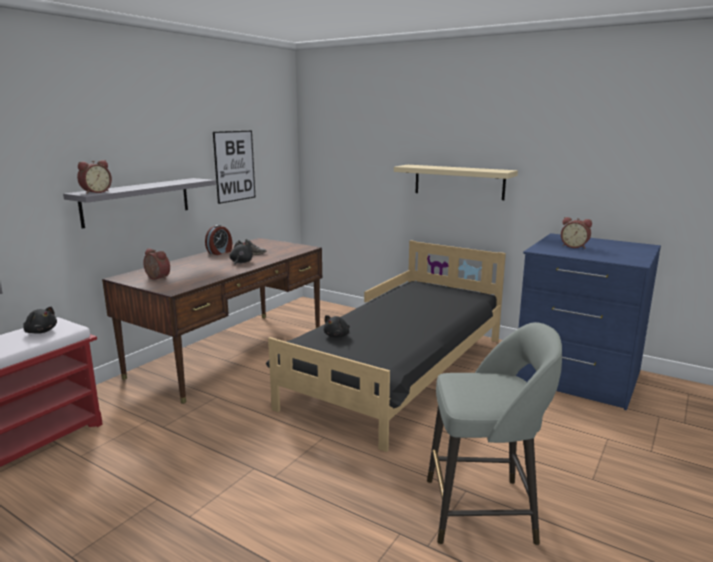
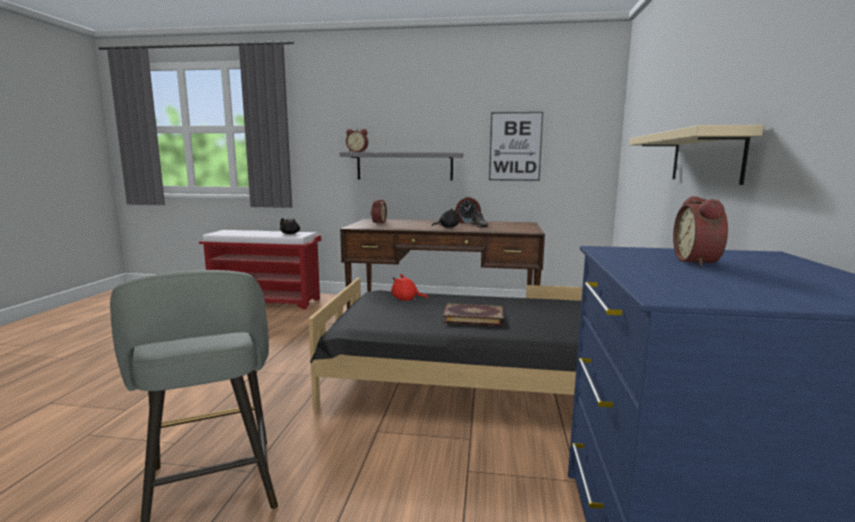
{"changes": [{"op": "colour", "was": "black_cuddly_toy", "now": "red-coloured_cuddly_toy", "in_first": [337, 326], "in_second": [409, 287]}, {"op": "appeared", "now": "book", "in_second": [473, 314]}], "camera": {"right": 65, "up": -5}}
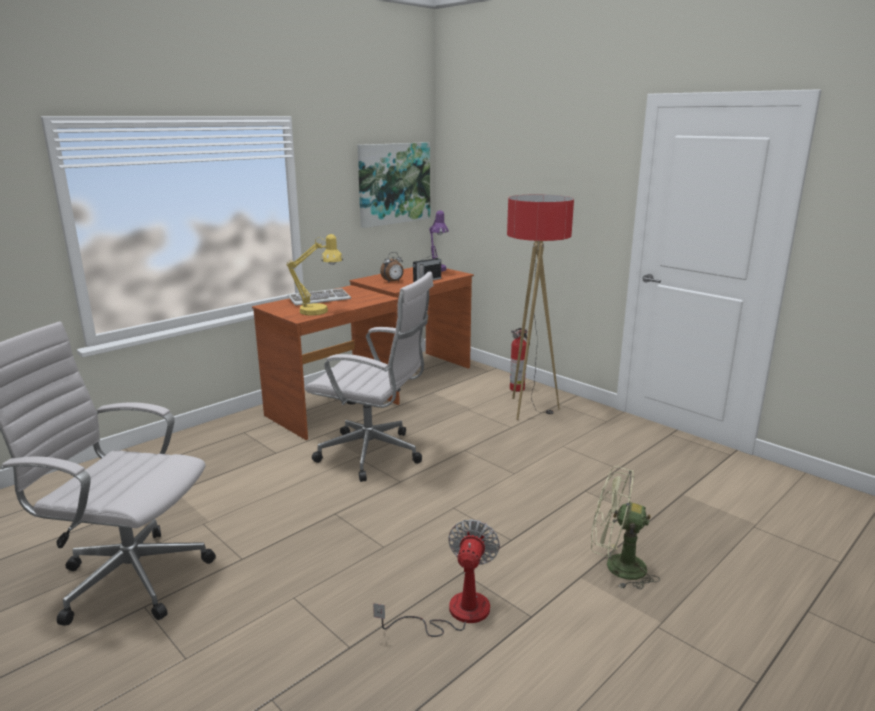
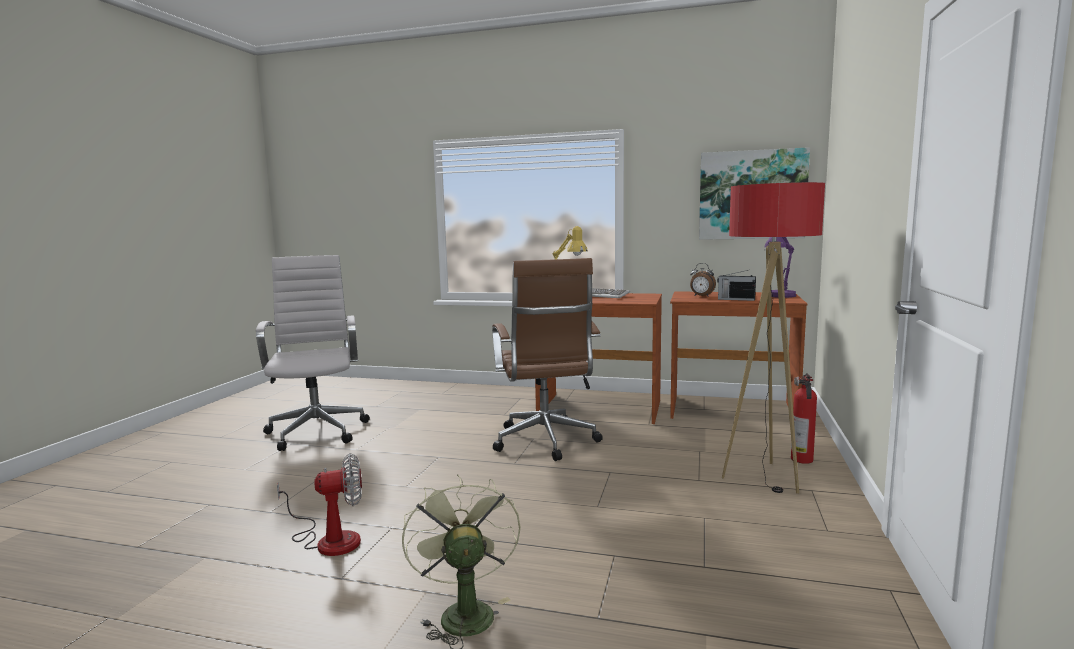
{"changes": [{"op": "colour", "was": "whitish_computer_chair", "now": "brown-coloured_computer_chair", "in_first": [369, 377], "in_second": [547, 359]}], "camera": {"right": 60, "up": -10}}
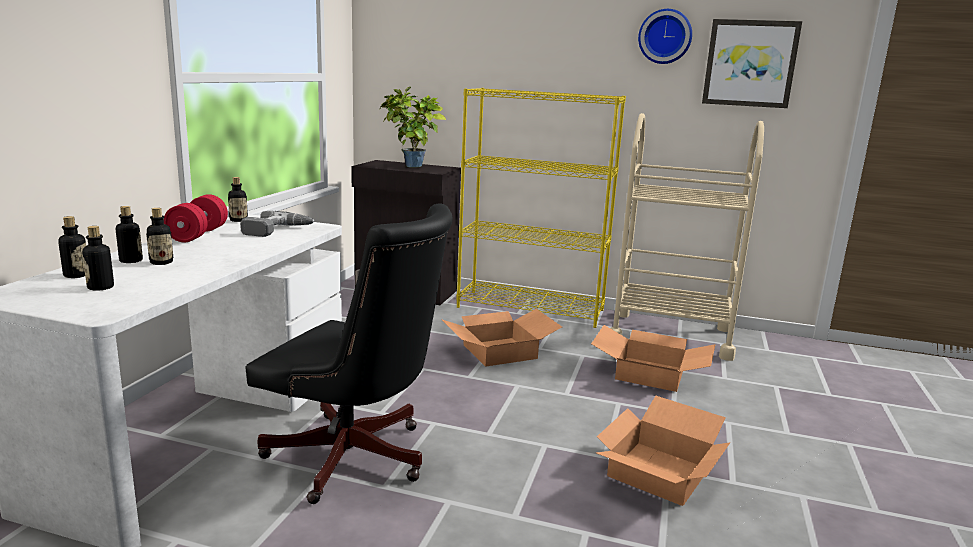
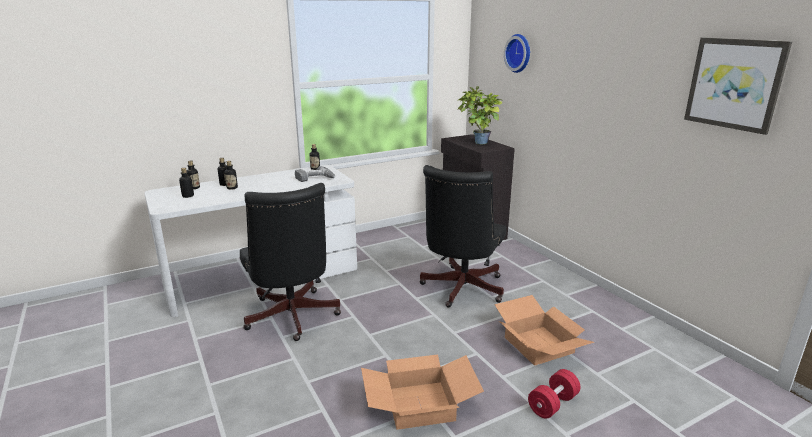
{"changes": [{"op": "relocated", "was": "clock_on_the_wall", "in_first": [665, 36], "in_second": [517, 53]}, {"op": "missing", "was": "yellow_shelving_unit", "in_first": [541, 208]}, {"op": "missing", "was": "beige_trolley", "in_first": [687, 237]}, {"op": "relocated", "was": "red-coloured_dumbbell", "in_first": [196, 218], "in_second": [554, 393]}, {"op": "exchanged", "was": "packing_box", "now": "black_computer_chair", "in_first": [501, 338], "in_second": [463, 236]}], "camera": {"right": 45, "up": 5}}
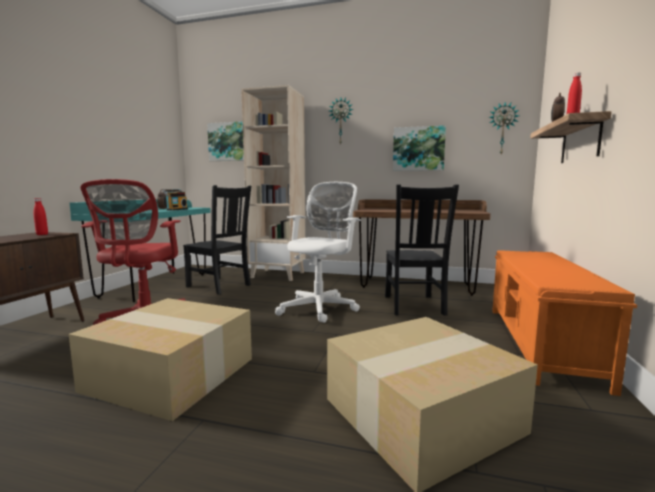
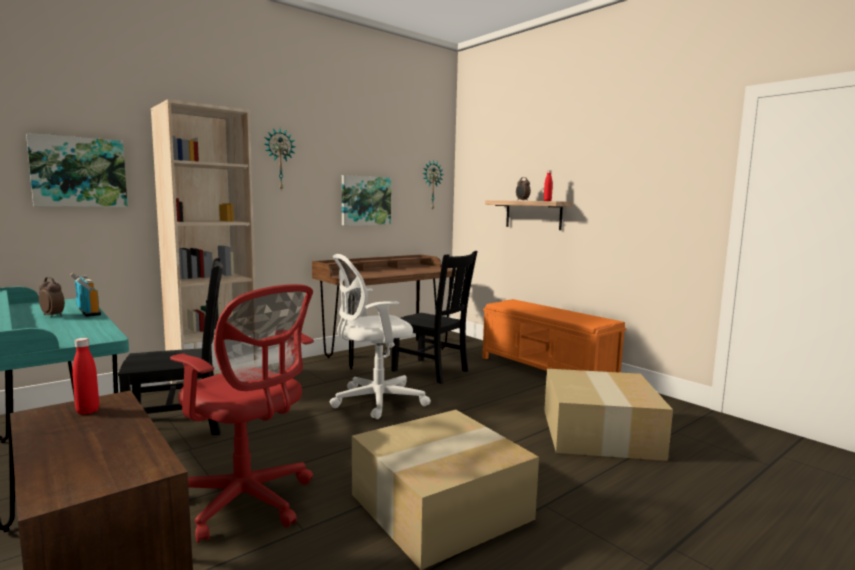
{"changes": [{"op": "spun", "was": "whitish_computer_chair", "in_first": [318, 252], "in_second": [380, 336], "clockwise": -90}], "camera": {"right": -55, "up": 0}}
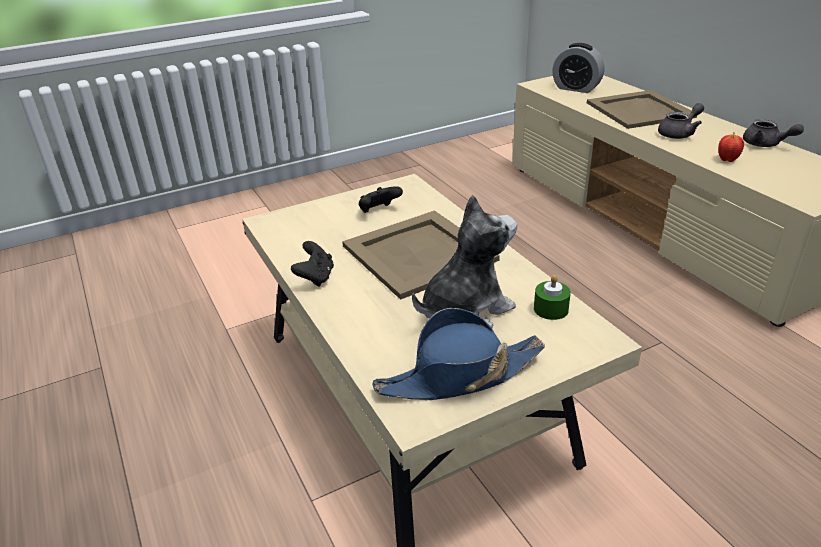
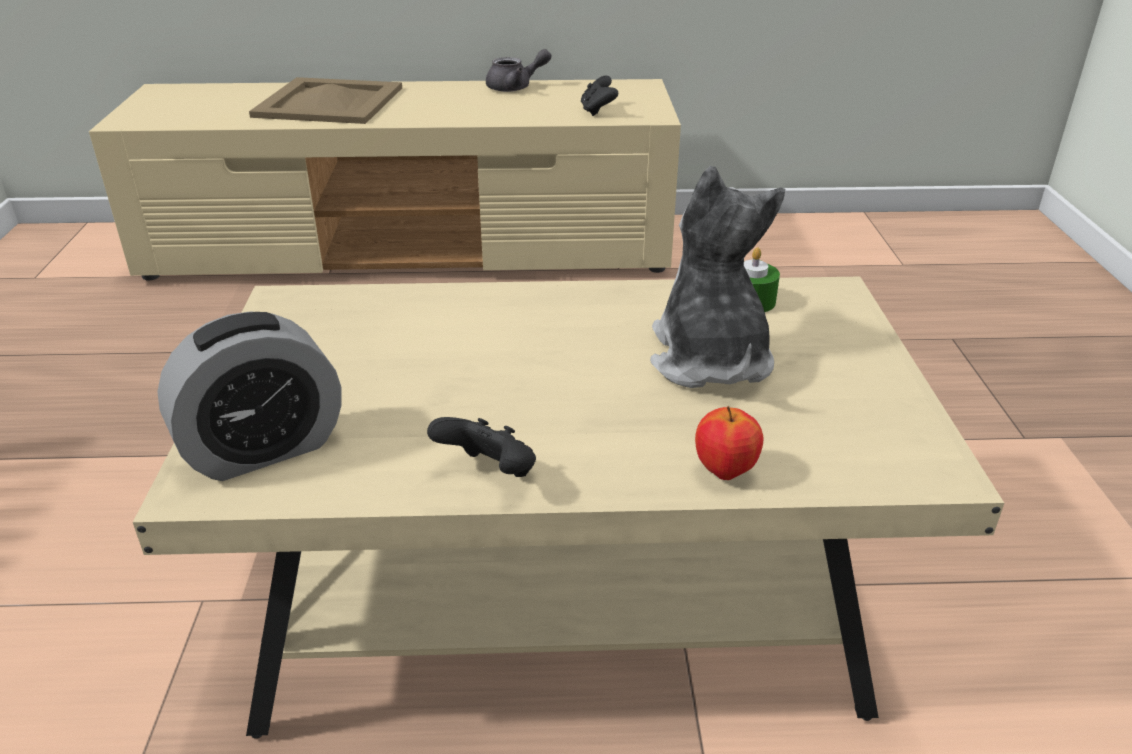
{"changes": [{"op": "relocated", "was": "alarm_clock", "in_first": [578, 68], "in_second": [249, 396]}, {"op": "missing", "was": "gray_teapot", "in_first": [681, 121]}, {"op": "relocated", "was": "whole_apple", "in_first": [731, 147], "in_second": [729, 443]}, {"op": "relocated", "was": "black_joypad", "in_first": [381, 199], "in_second": [599, 96]}, {"op": "missing", "was": "beige_tray", "in_first": [421, 255]}, {"op": "missing", "was": "blue-coloured_wearable_hat", "in_first": [458, 354]}], "camera": {"right": -65, "up": 0}}
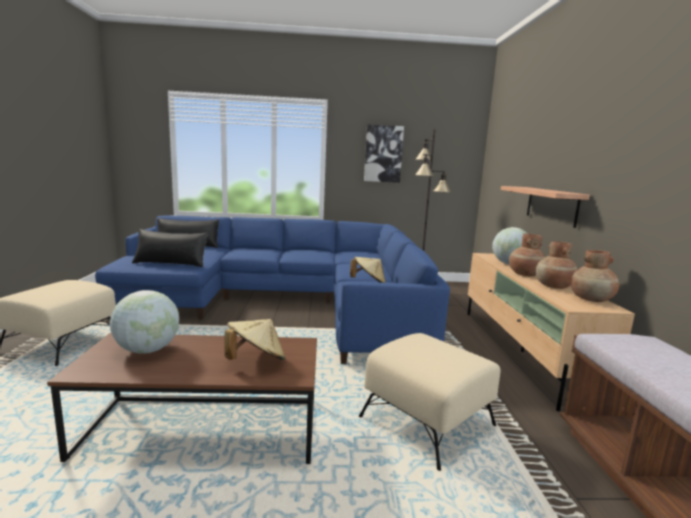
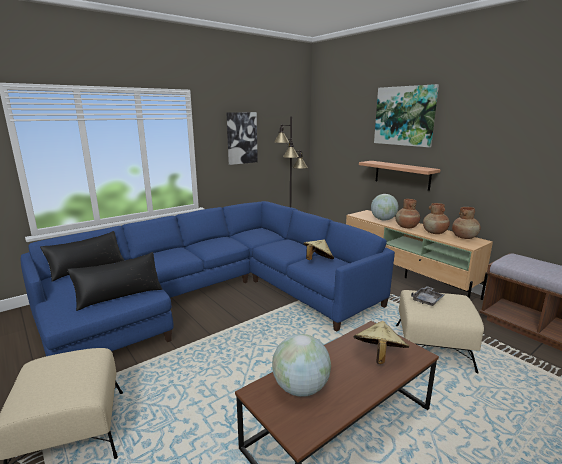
{"changes": [{"op": "appeared", "now": "wall_art", "in_second": [406, 115]}, {"op": "appeared", "now": "gray_tray", "in_second": [427, 296]}], "camera": {"right": -35, "up": 5}}
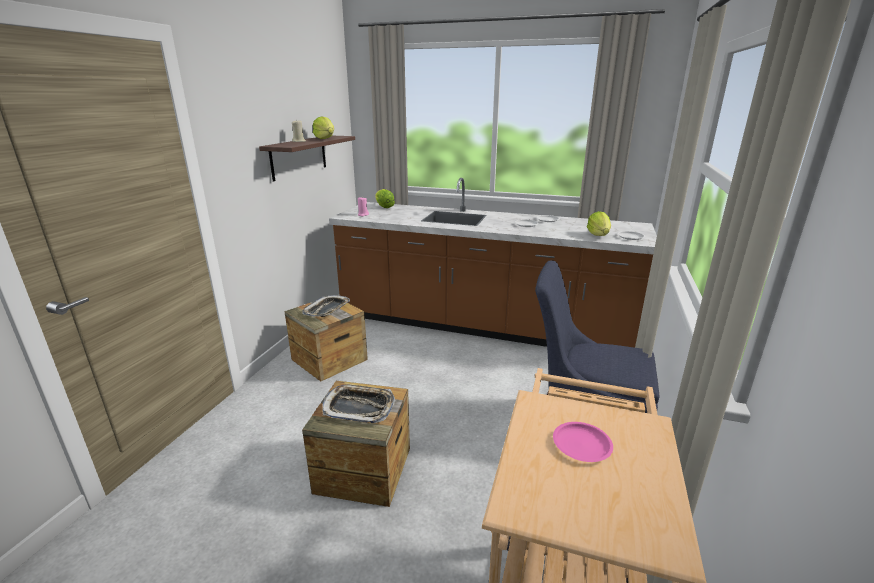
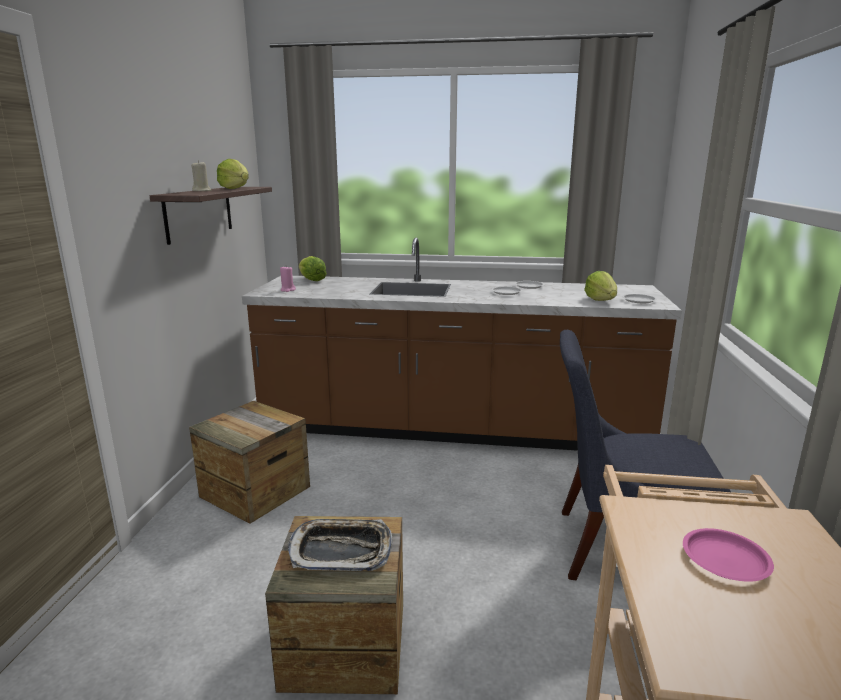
{"changes": [{"op": "missing", "was": "tray", "in_first": [326, 306]}], "camera": {"right": -10, "up": -5}}
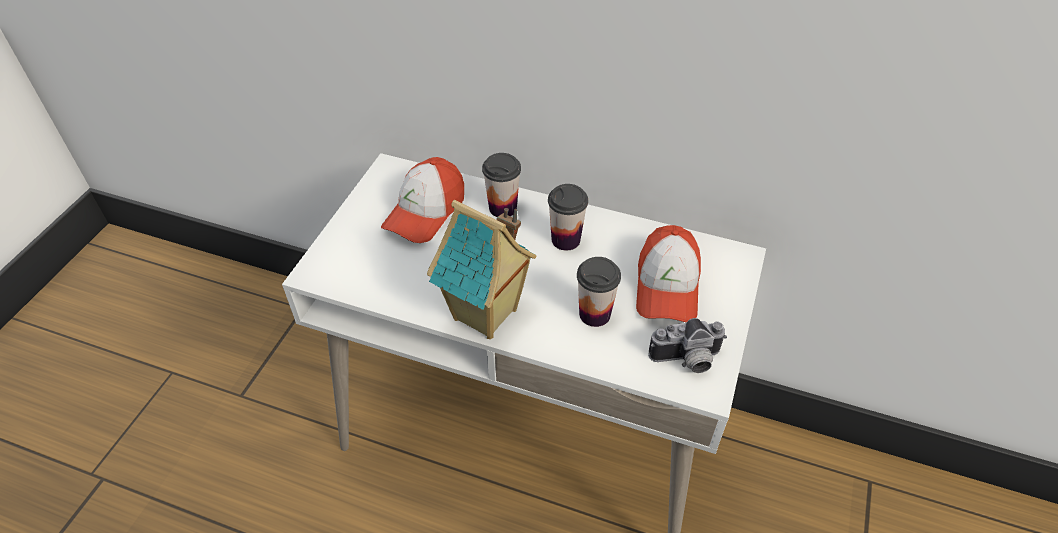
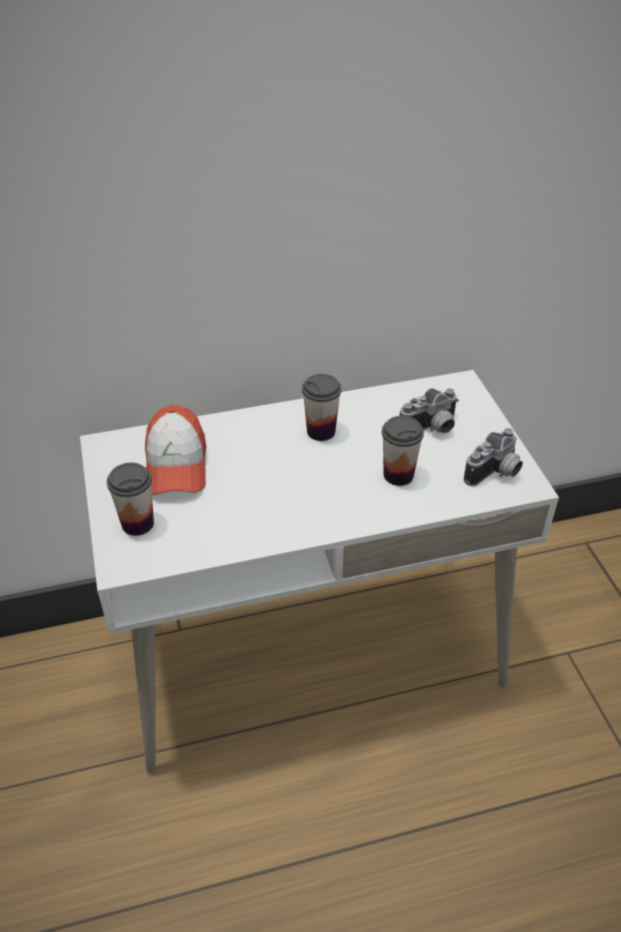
{"changes": [{"op": "relocated", "was": "small_cup", "in_first": [501, 185], "in_second": [130, 499]}, {"op": "missing", "was": "model_house", "in_first": [482, 269]}, {"op": "exchanged", "was": "peaked_cap", "now": "still_camera", "in_first": [668, 273], "in_second": [429, 410]}], "camera": {"right": -35, "up": -5}}
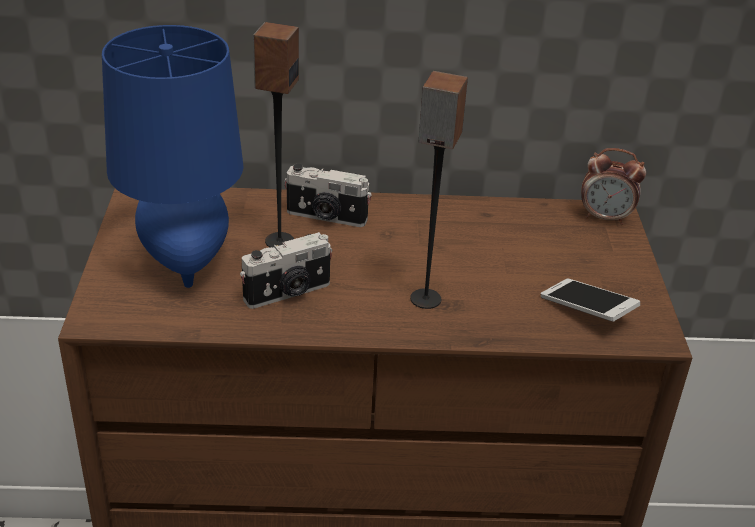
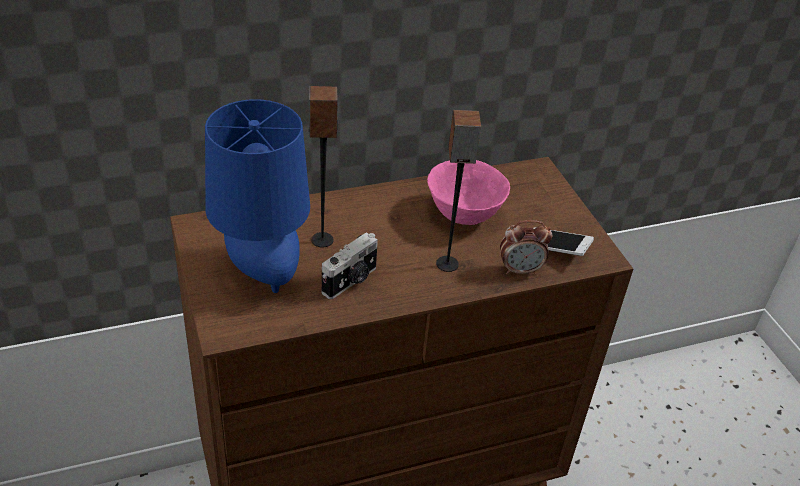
{"changes": [{"op": "relocated", "was": "alarm_clock", "in_first": [613, 186], "in_second": [526, 247]}, {"op": "missing", "was": "still_camera", "in_first": [328, 195]}, {"op": "appeared", "now": "pink_bowl", "in_second": [468, 192]}], "camera": {"right": -20, "up": 5}}
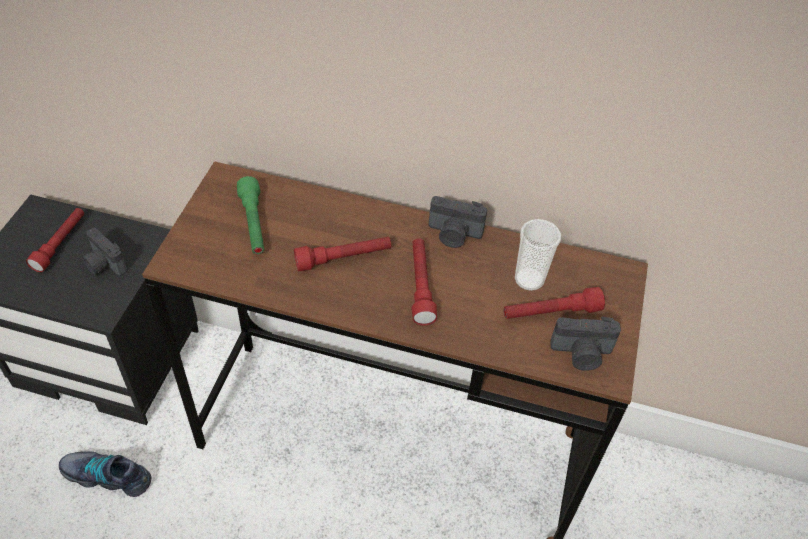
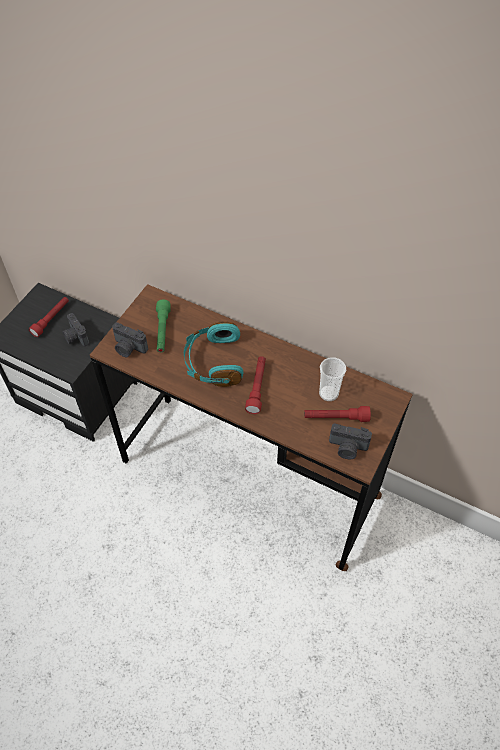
{"changes": [{"op": "relocated", "was": "still_camera", "in_first": [458, 222], "in_second": [130, 340]}, {"op": "exchanged", "was": "red-coloured_hand_torch", "now": "turquoise_pair_of_headphones", "in_first": [342, 254], "in_second": [213, 354]}, {"op": "missing", "was": "item_of_footwear", "in_first": [105, 474]}], "camera": {"right": 15, "up": 5}}
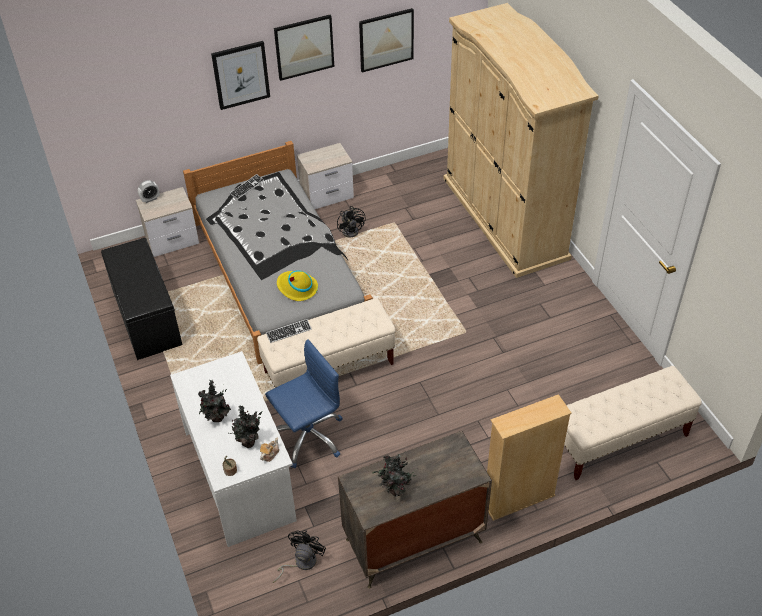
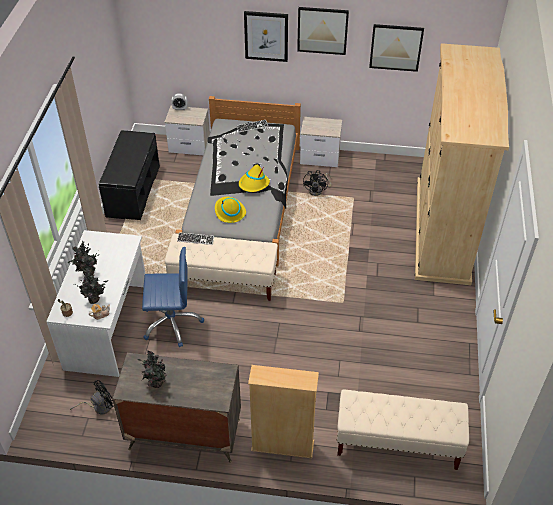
{"changes": [{"op": "appeared", "now": "yellow_wearable_hat", "in_second": [254, 178]}], "camera": {"right": 30, "up": 0}}
